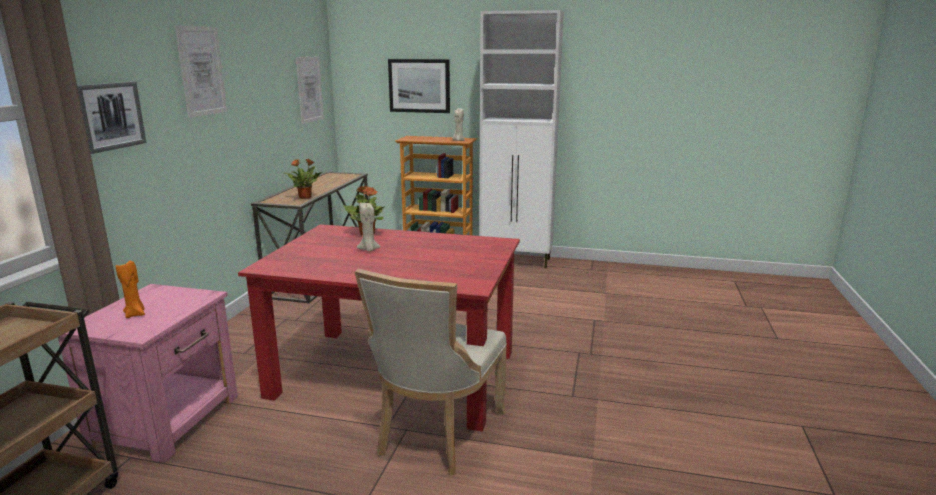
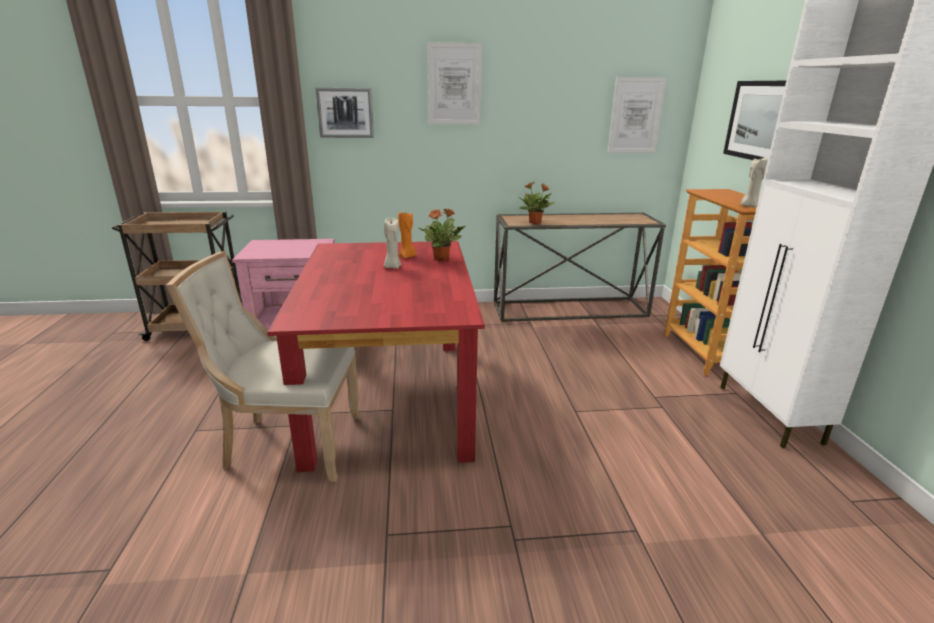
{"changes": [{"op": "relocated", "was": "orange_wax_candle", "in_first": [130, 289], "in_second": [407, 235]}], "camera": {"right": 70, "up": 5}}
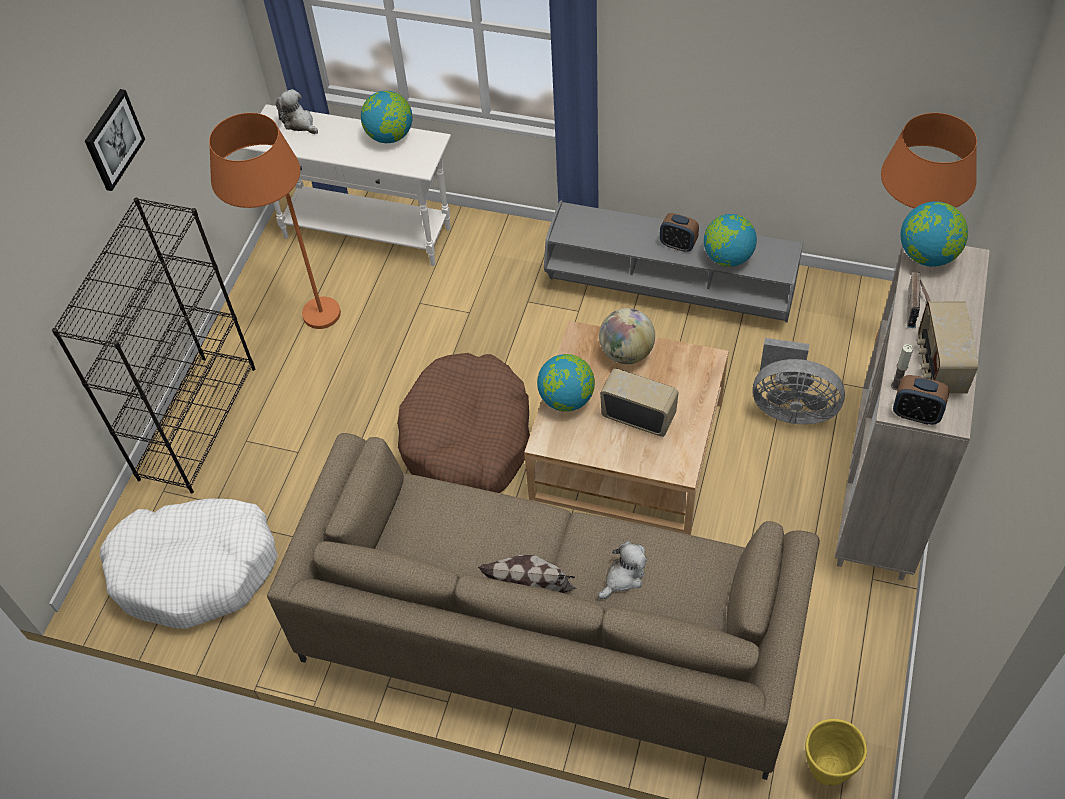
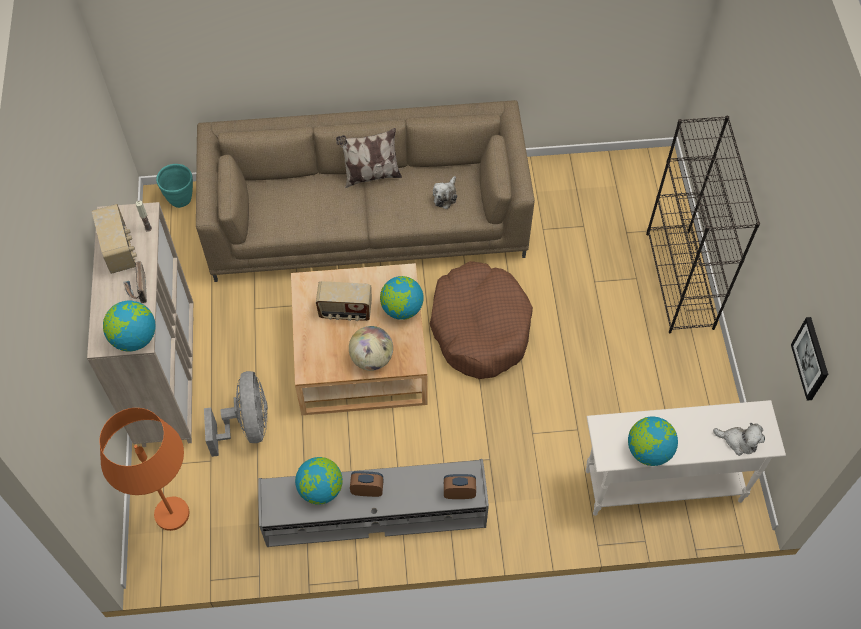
{"changes": [{"op": "relocated", "was": "wall_art", "in_first": [115, 140], "in_second": [809, 359]}, {"op": "missing", "was": "orange_standard_lamp", "in_first": [275, 221]}, {"op": "spun", "was": "gray_fan", "in_first": [799, 381], "in_second": [236, 414], "clockwise": 90}, {"op": "relocated", "was": "alarm_clock", "in_first": [921, 400], "in_second": [460, 486]}, {"op": "missing", "was": "whitish_dog_bed", "in_first": [189, 564]}, {"op": "relocated", "was": "cuddly_toy", "in_first": [622, 570], "in_second": [445, 192]}, {"op": "colour", "was": "yellow_plant_pot", "now": "turquoise_plant_pot", "in_first": [836, 752], "in_second": [174, 186]}], "camera": {"right": 155, "up": 5}}
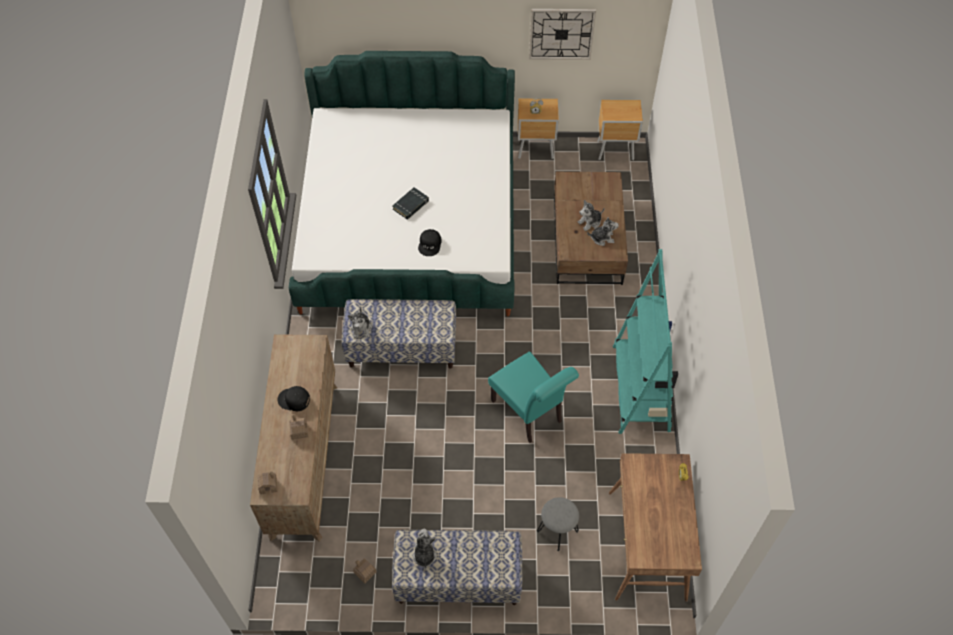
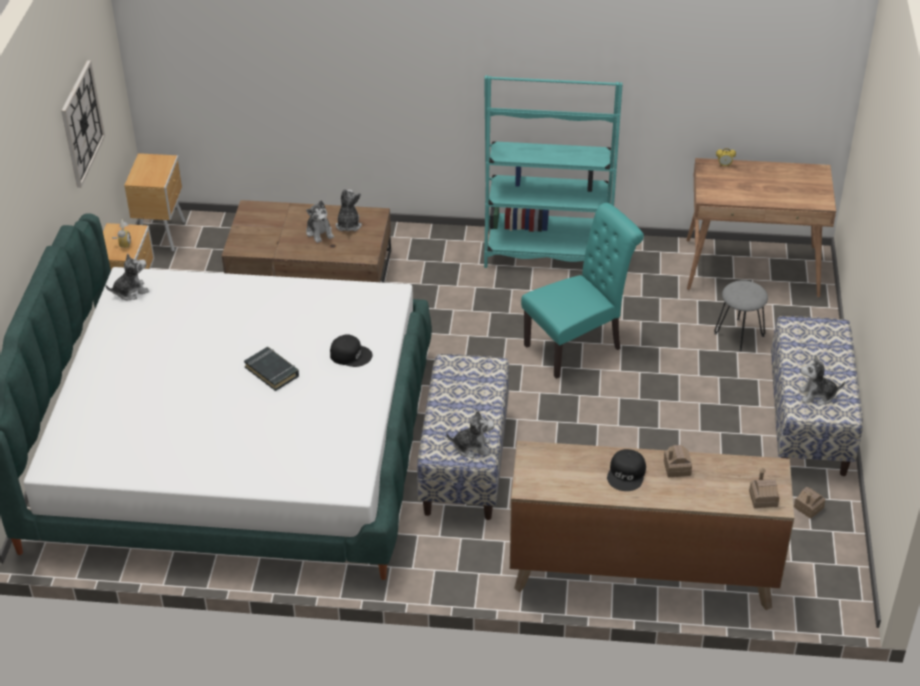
{"changes": [{"op": "appeared", "now": "cuddly_toy", "in_second": [127, 276]}], "camera": {"right": -85, "up": -15}}
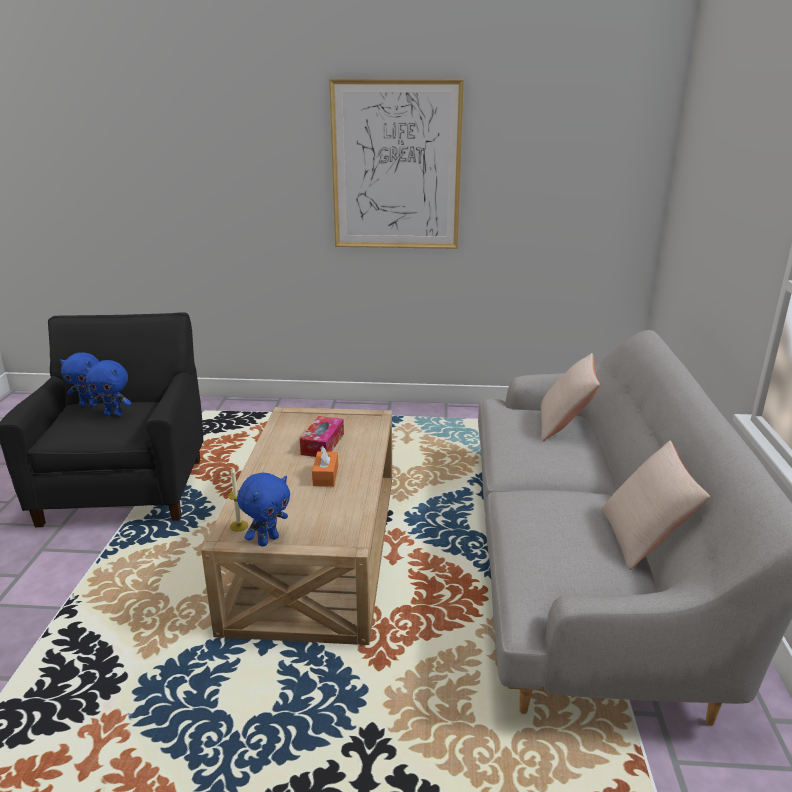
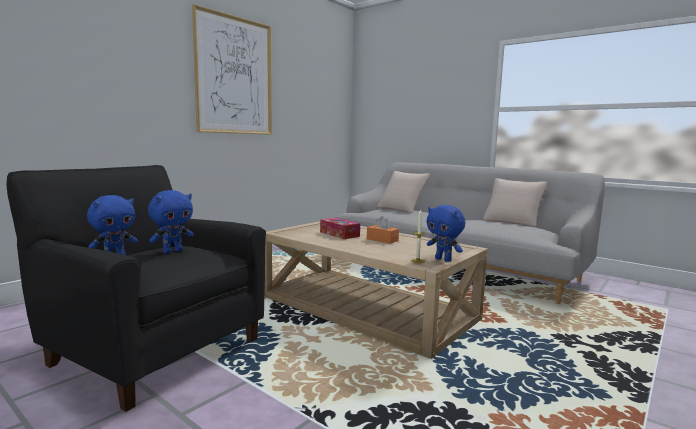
{"changes": [{"op": "spun", "was": "blue-coloured_cuddly_toy", "in_first": [263, 510], "in_second": [446, 233], "clockwise": 150}], "camera": {"right": -55, "up": -15}}
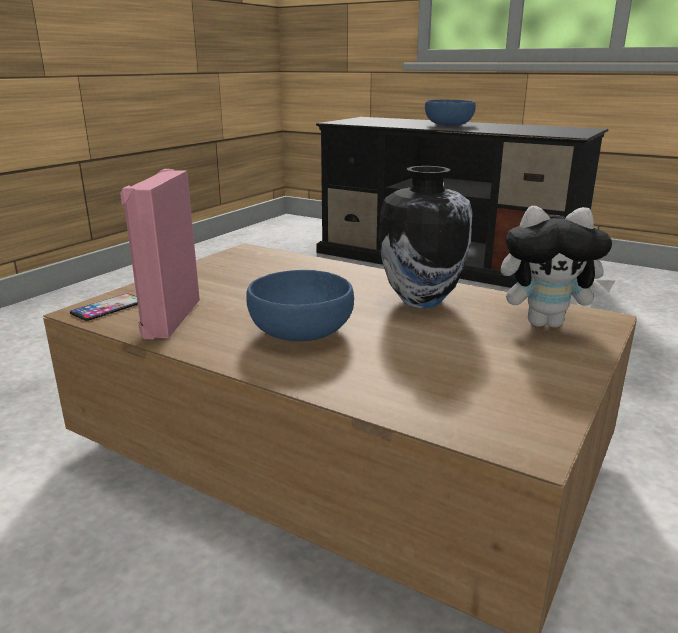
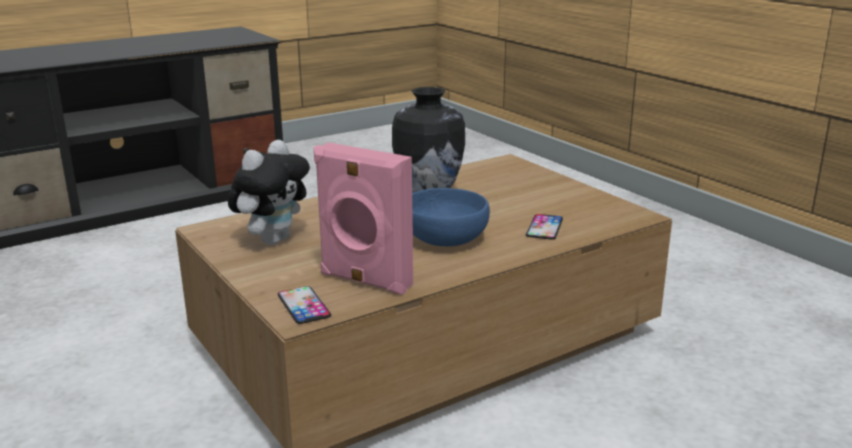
{"changes": [{"op": "missing", "was": "blue-coloured_bowl", "in_first": [450, 113]}, {"op": "relocated", "was": "cuddly_toy", "in_first": [558, 267], "in_second": [269, 192]}, {"op": "appeared", "now": "handset", "in_second": [544, 227]}], "camera": {"right": -65, "up": 0}}
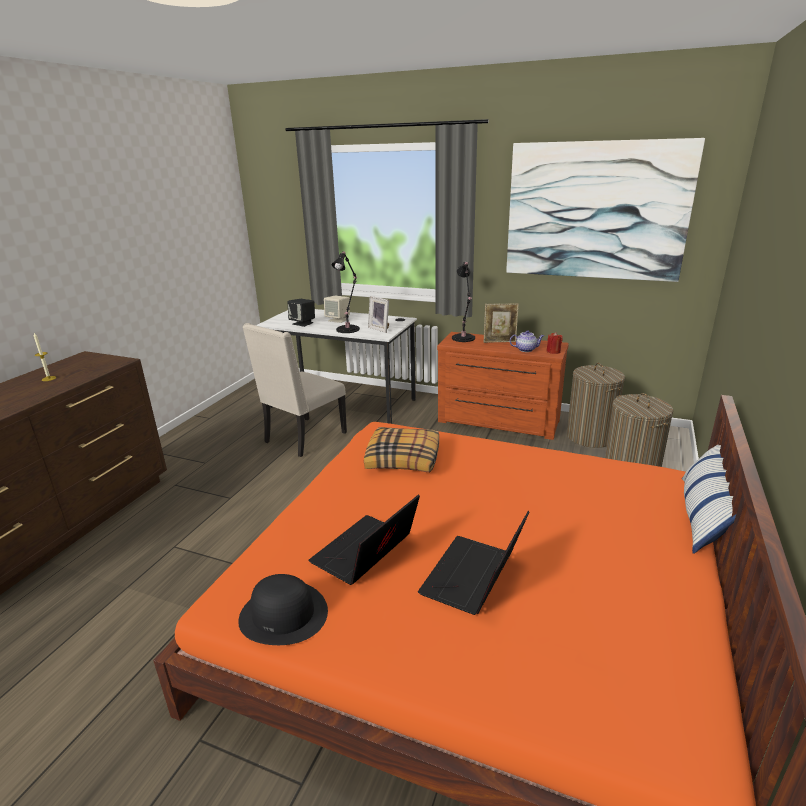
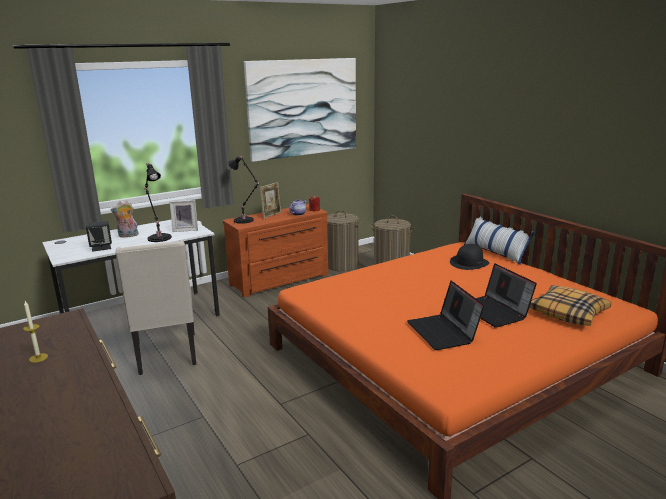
{"changes": [{"op": "exchanged", "was": "beige_speaker", "now": "cuddly_toy", "in_first": [337, 309], "in_second": [125, 218]}, {"op": "relocated", "was": "pillow", "in_first": [401, 449], "in_second": [570, 305]}, {"op": "relocated", "was": "black_wearable_hat", "in_first": [283, 609], "in_second": [469, 257]}], "camera": {"right": -55, "up": -5}}
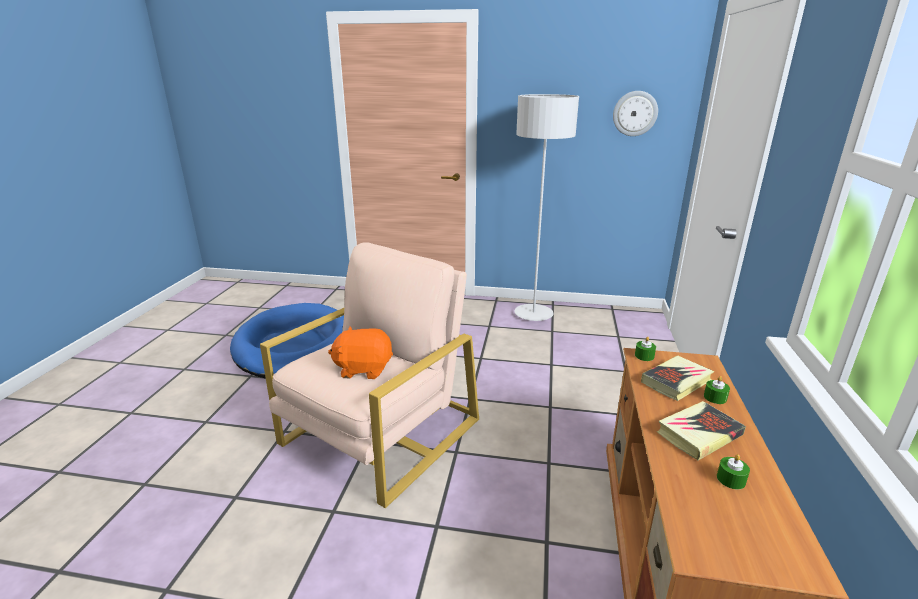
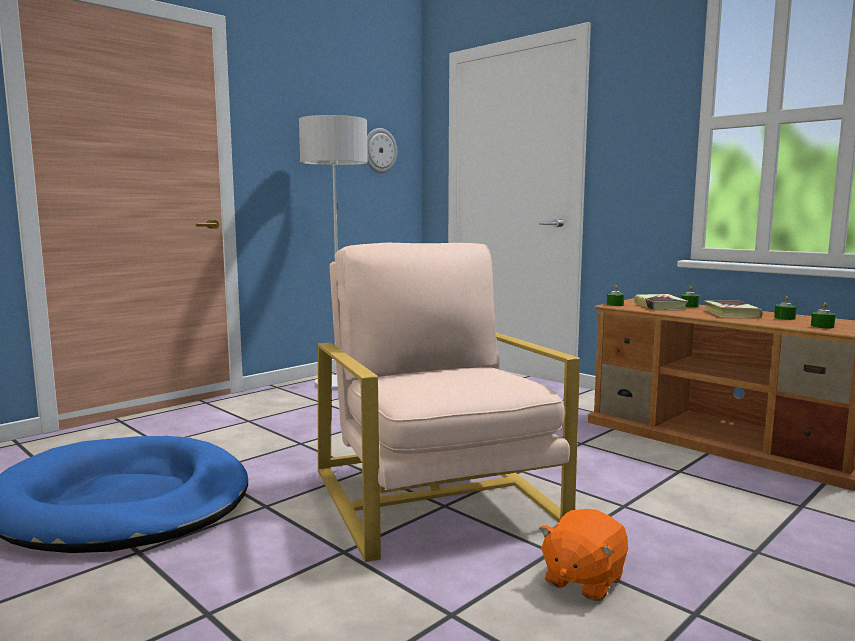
{"changes": [{"op": "relocated", "was": "orange_cuddly_toy", "in_first": [360, 352], "in_second": [583, 555]}, {"op": "appeared", "now": "greenish_wax_candle", "in_second": [823, 315]}], "camera": {"right": -55, "up": -15}}
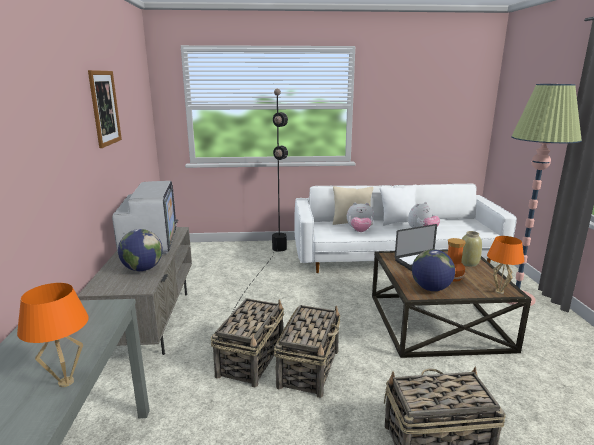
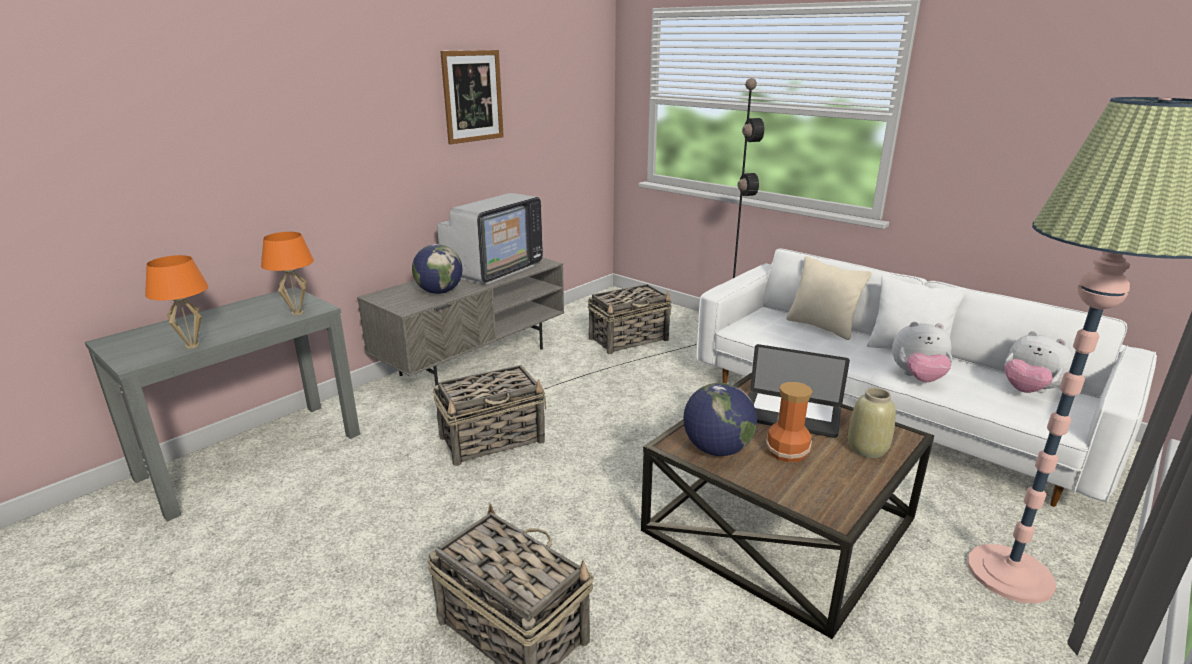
{"changes": [{"op": "relocated", "was": "cuddly_toy", "in_first": [360, 217], "in_second": [1038, 362]}, {"op": "relocated", "was": "orange_tabletop_lamp", "in_first": [505, 265], "in_second": [287, 274]}, {"op": "relocated", "was": "storage_basket", "in_first": [307, 351], "in_second": [629, 319]}], "camera": {"right": 45, "up": 5}}
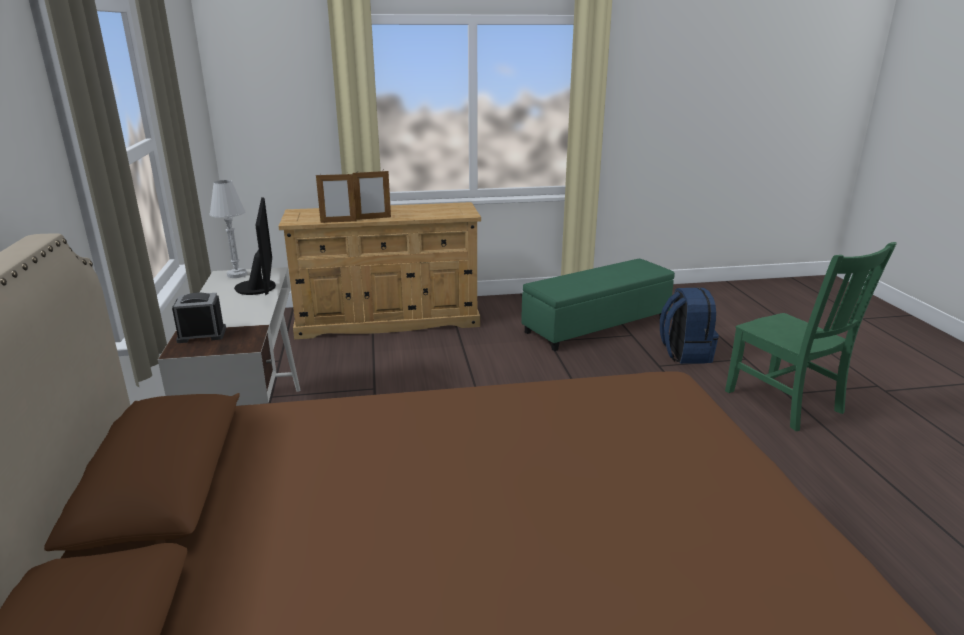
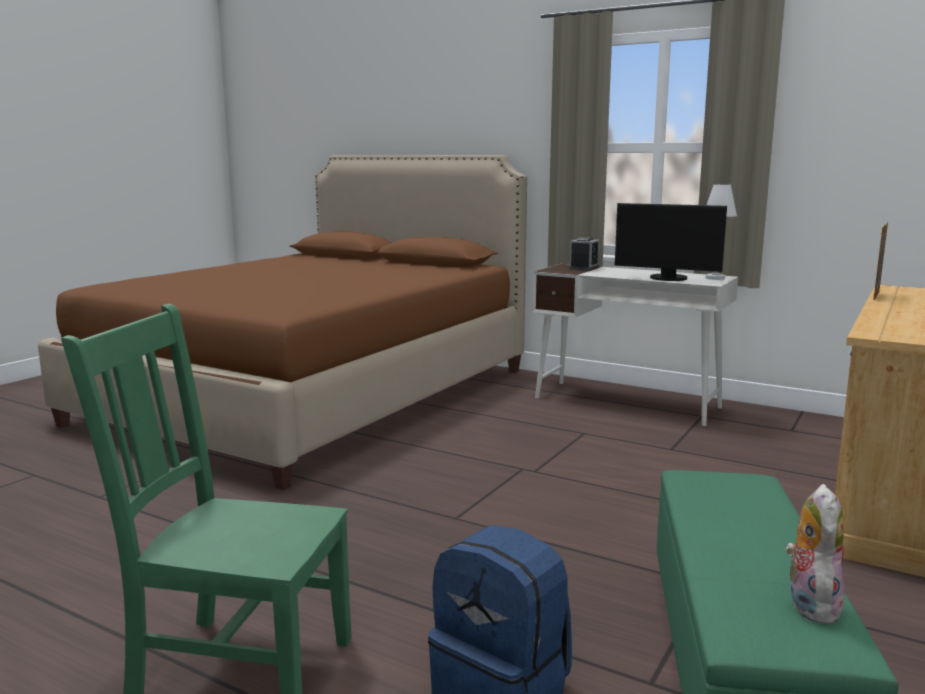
{"changes": [{"op": "missing", "was": "picture_frame", "in_first": [372, 195]}, {"op": "appeared", "now": "cuddly_toy", "in_second": [815, 555]}], "camera": {"right": 130, "up": -10}}
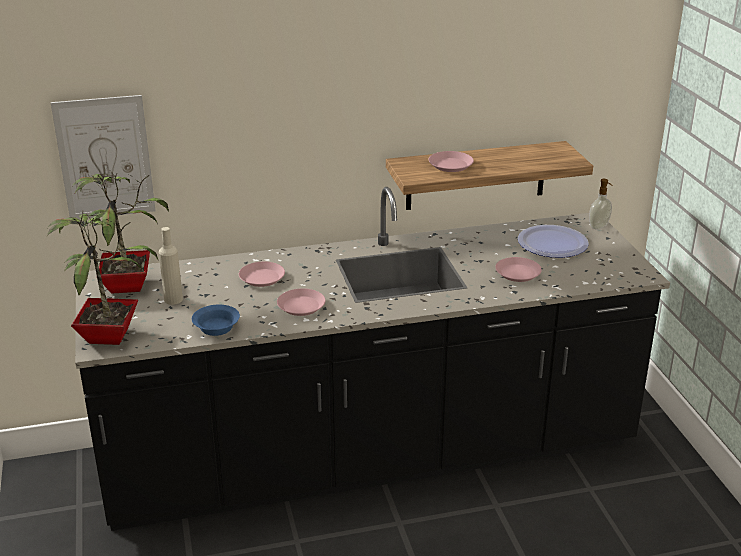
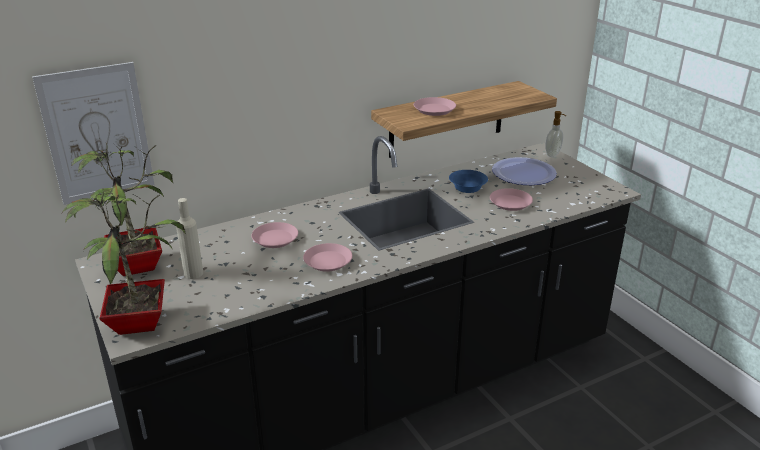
{"changes": [{"op": "relocated", "was": "blue-coloured_bowl", "in_first": [216, 320], "in_second": [468, 181]}], "camera": {"right": -15, "up": 0}}
